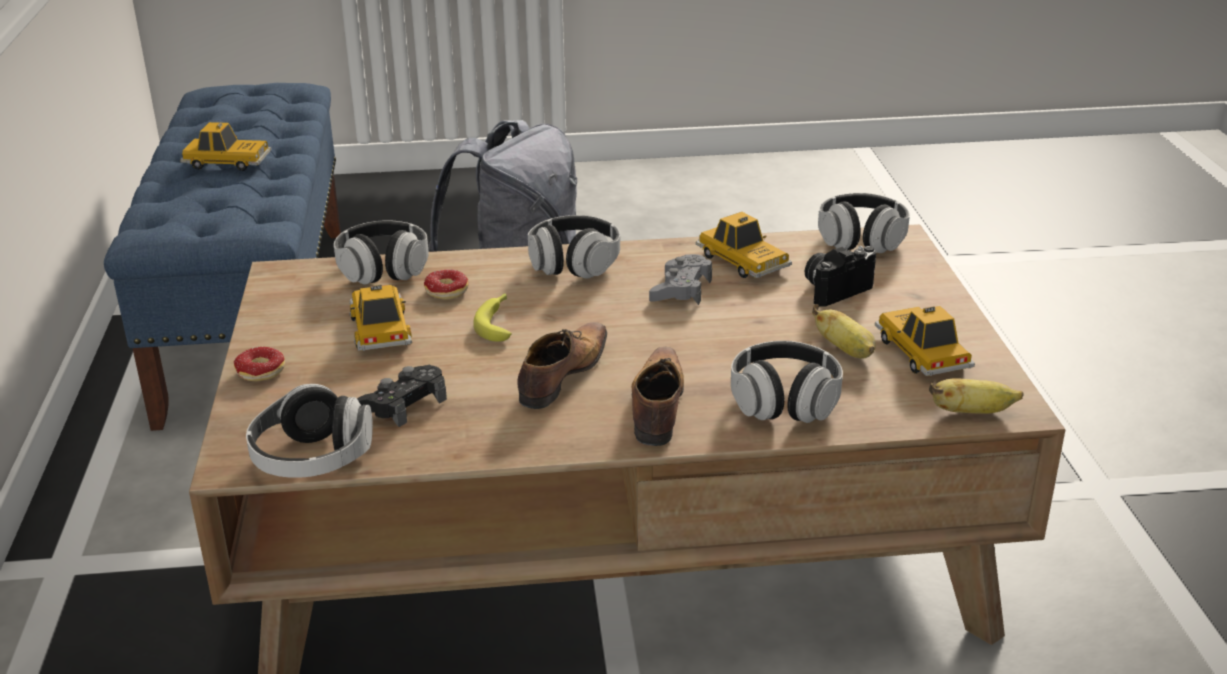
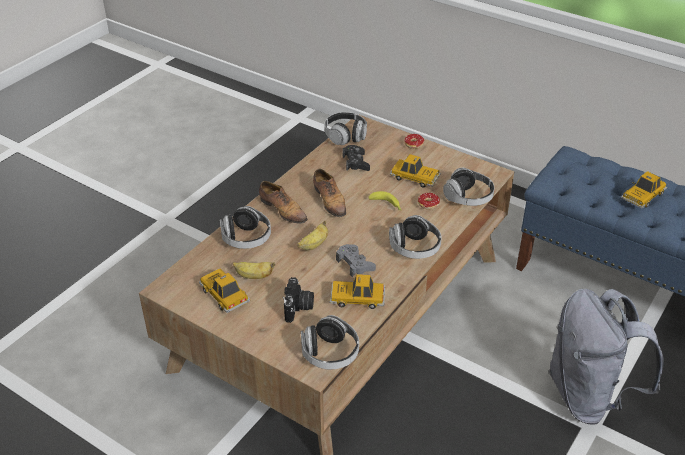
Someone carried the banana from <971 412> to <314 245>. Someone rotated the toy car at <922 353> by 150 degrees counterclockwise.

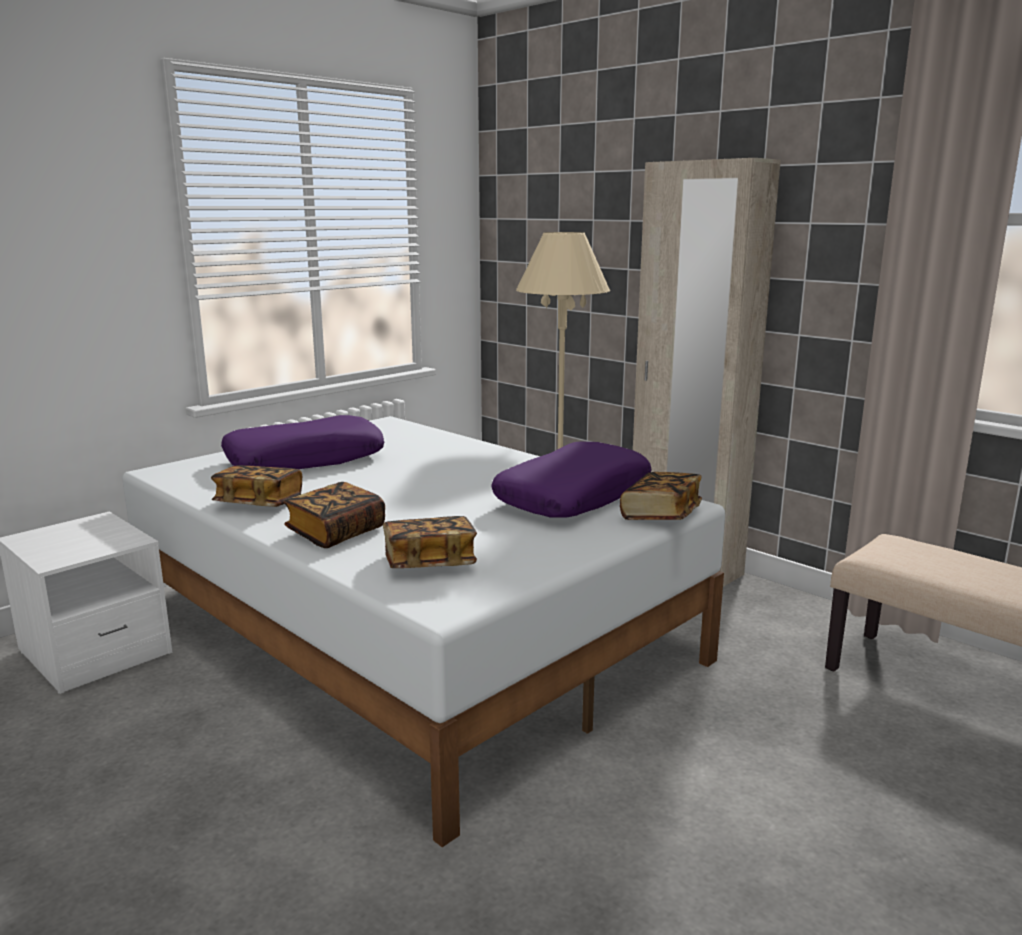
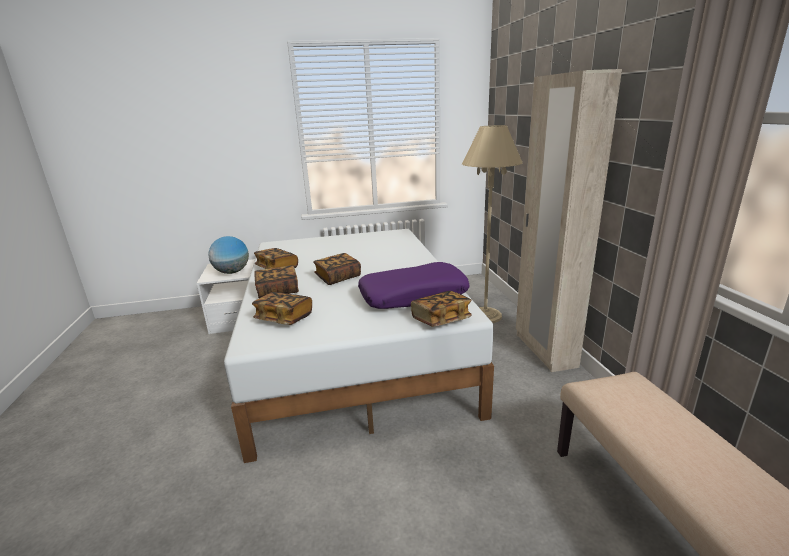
Someone took away the purple pillow at <305 459>. Someone put down the globe at <232 272>. Someone put down the book at <338 277>.

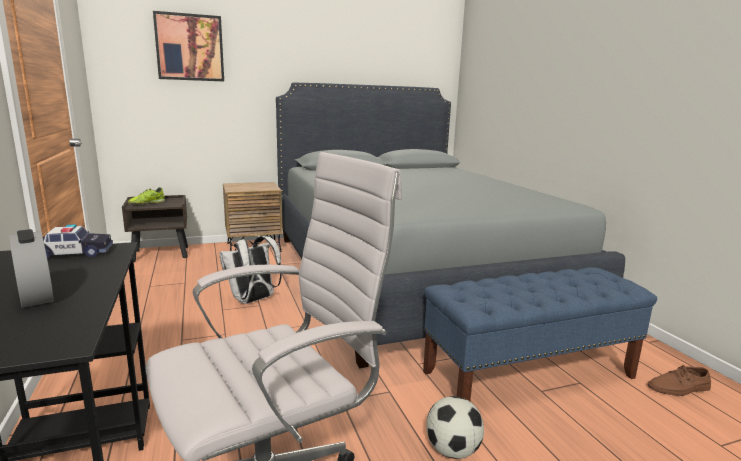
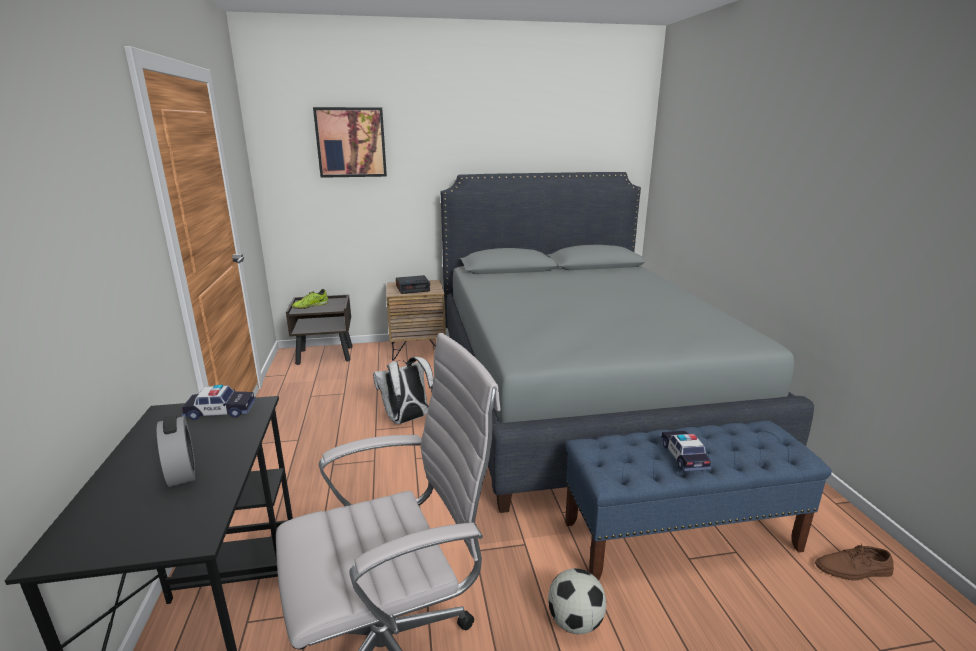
Someone put down the alarm clock at <413 288>. Someone put down the toy car at <683 456>.

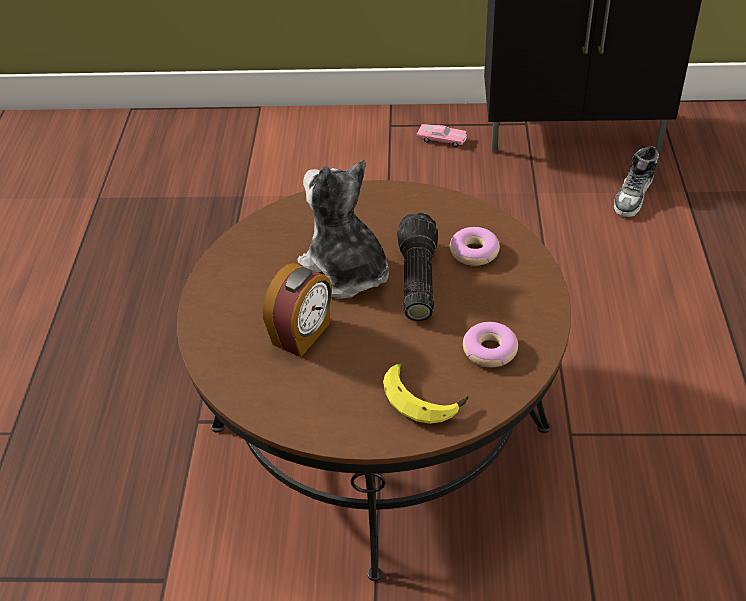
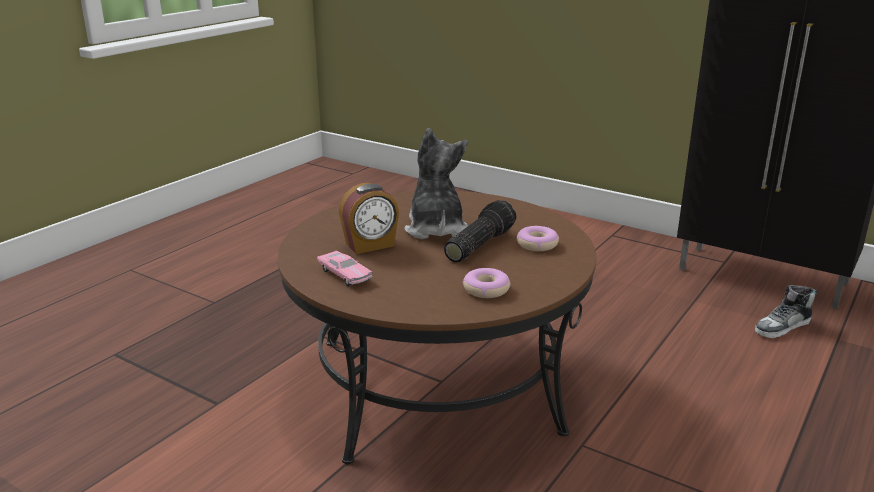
Someone took away the banana at <423 397>. Someone carried the pink toy car from <441 140> to <344 275>.

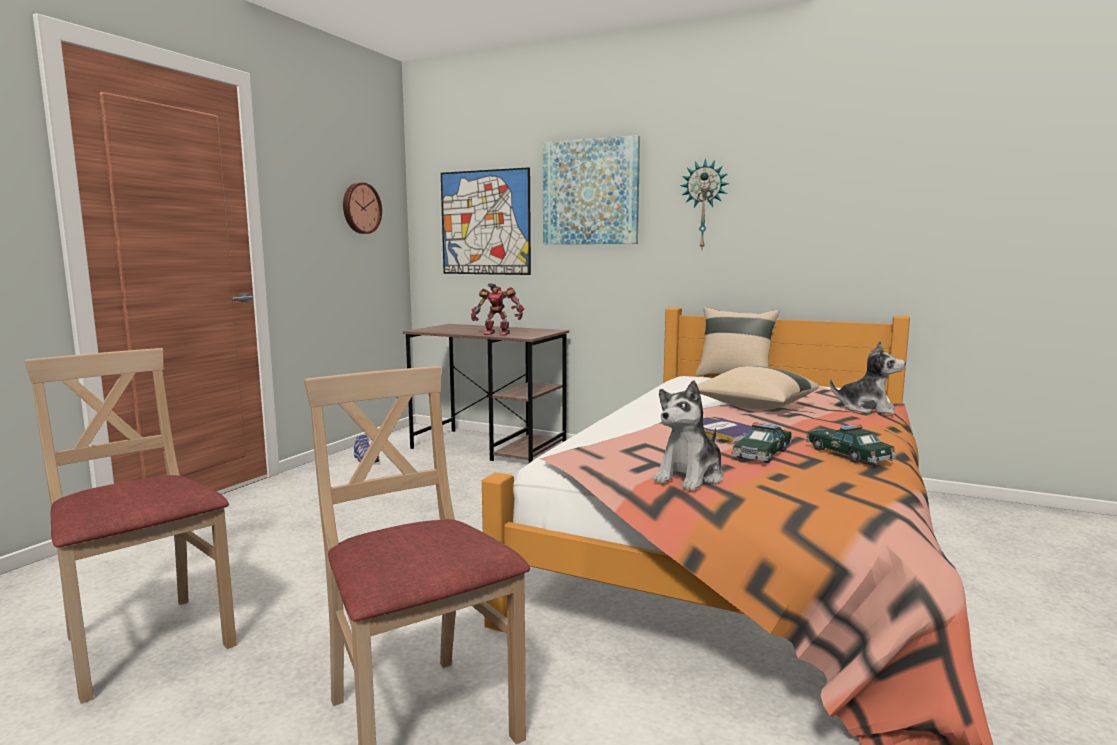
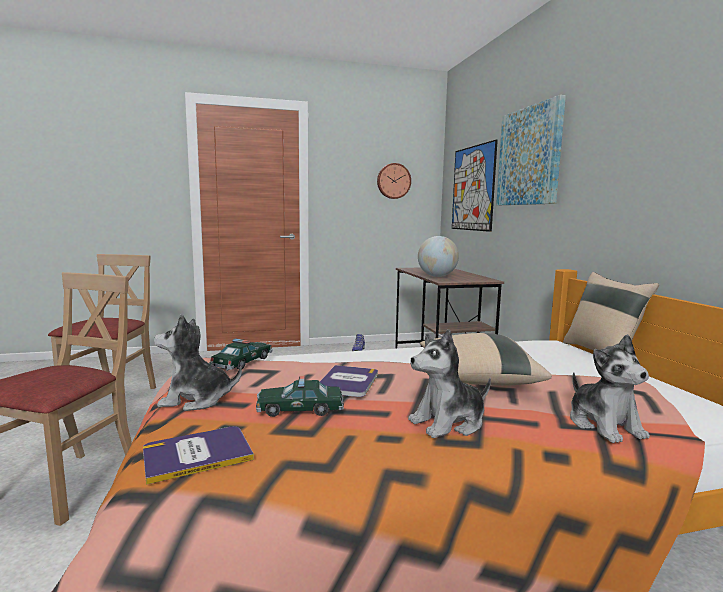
Someone took away the wall clock at <704 205>. Someone put down the book at <197 454>. Someone put down the plush toy at <449 423>. Someone carried the toy car from <848 455> to <242 362>. Someone swapped the toy robot at <497 333> for the globe at <437 276>.

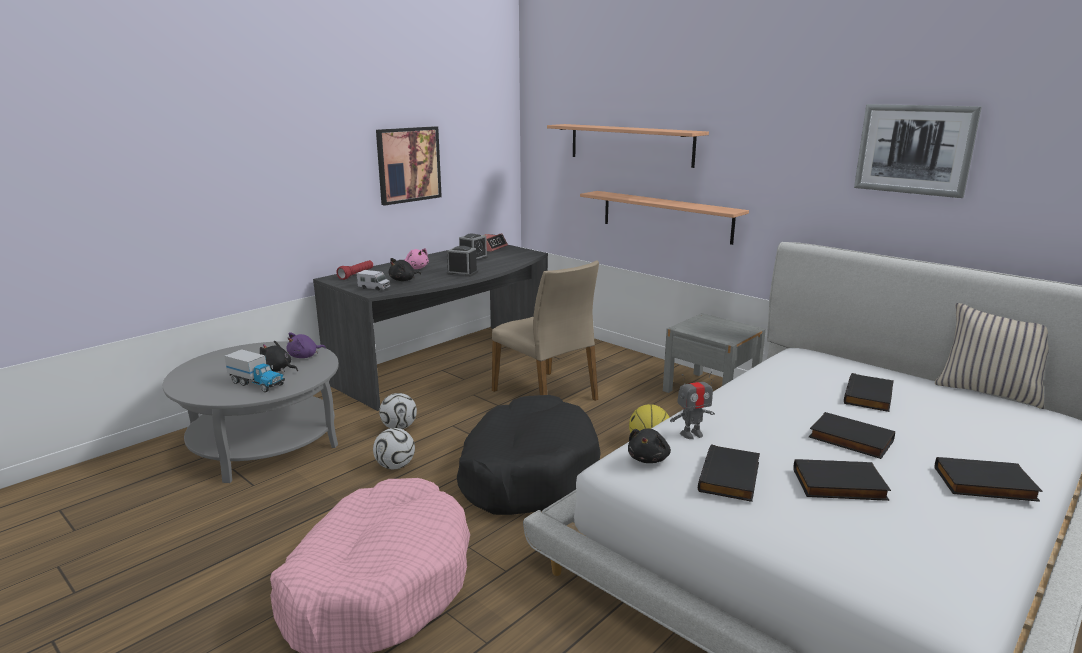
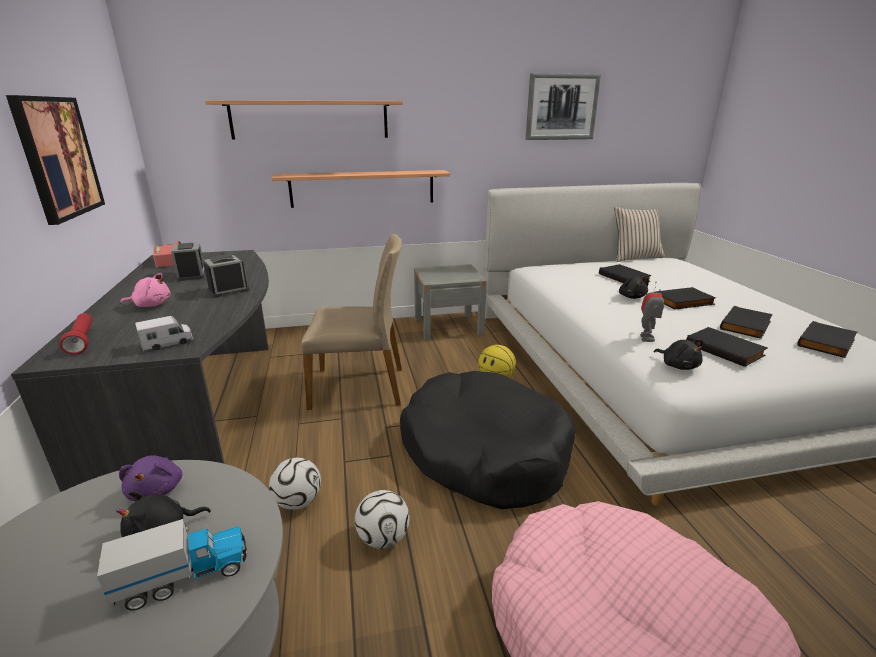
Someone carried the black plush toy from <404 280> to <631 297>. Someone carried the black book from <984 485> to <827 343>.

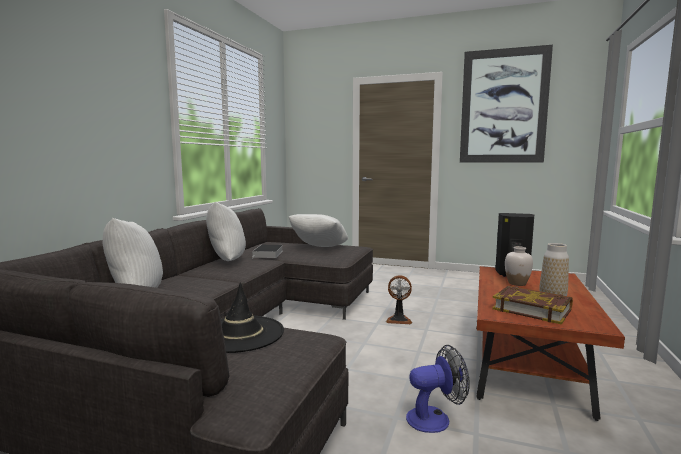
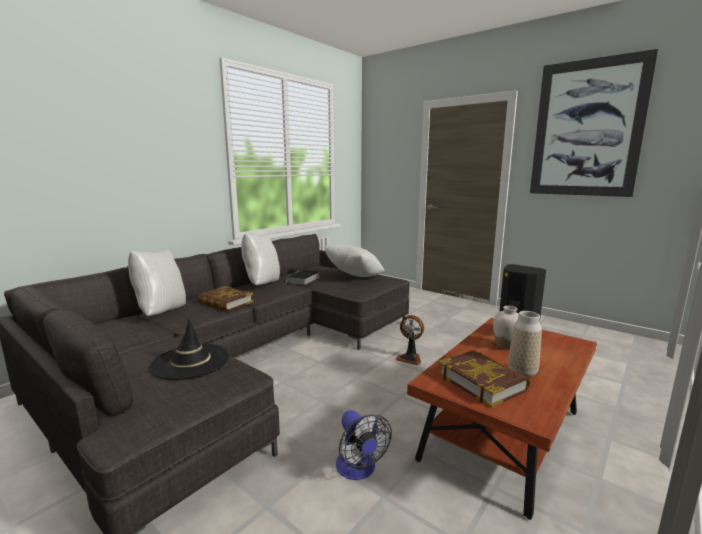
Someone put down the book at <225 302>. Someone rotated the fan at <435 418> by 60 degrees clockwise.

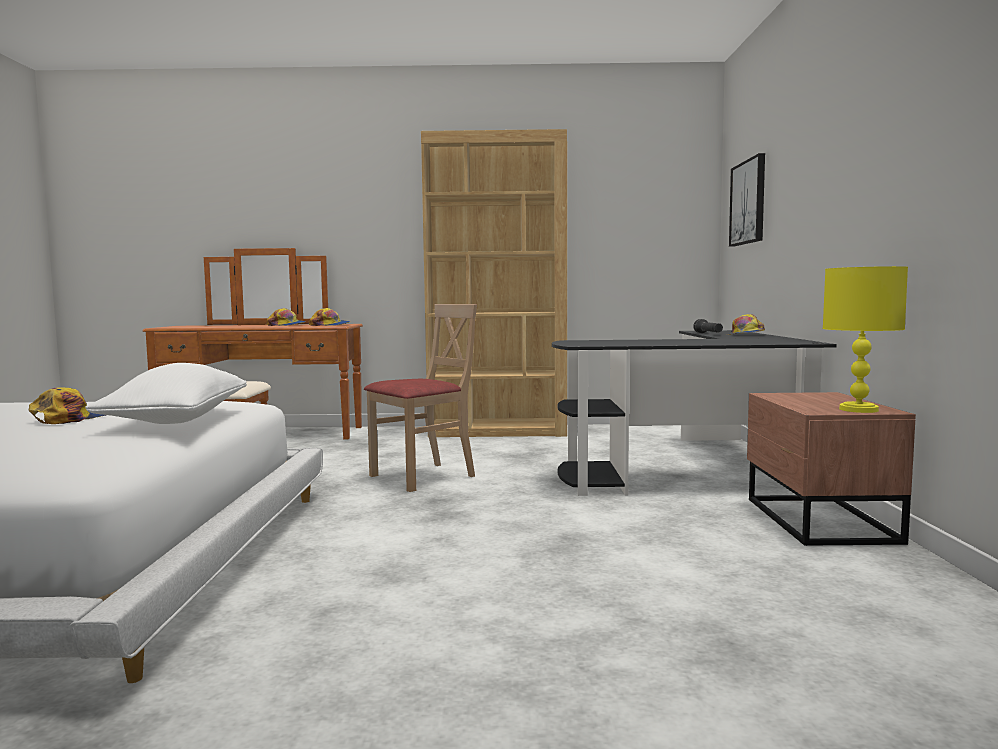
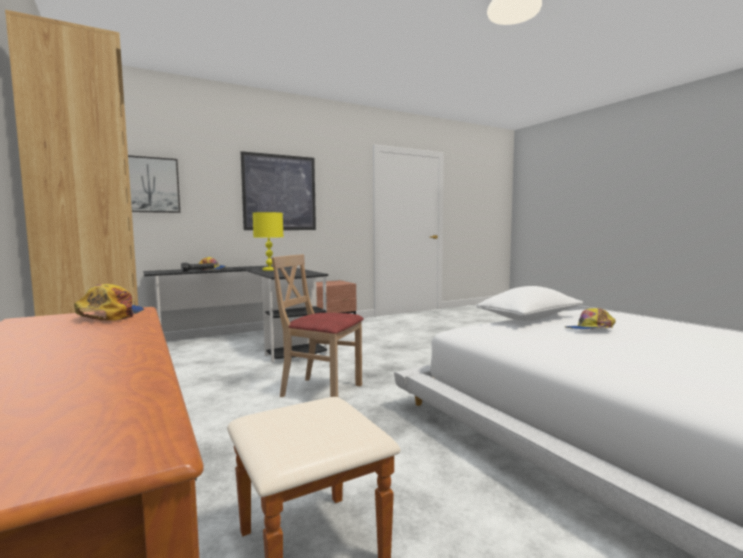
Someone took away the cap at <286 325>. Someone put up the picture at <279 192>. Someone carried the yellow table lamp from <858 409> to <269 269>.

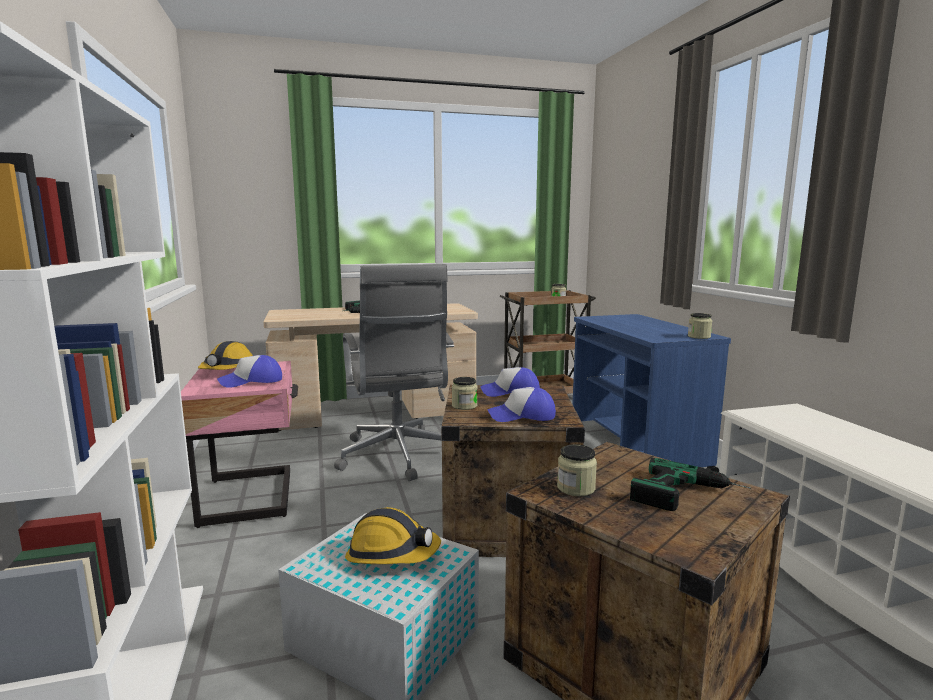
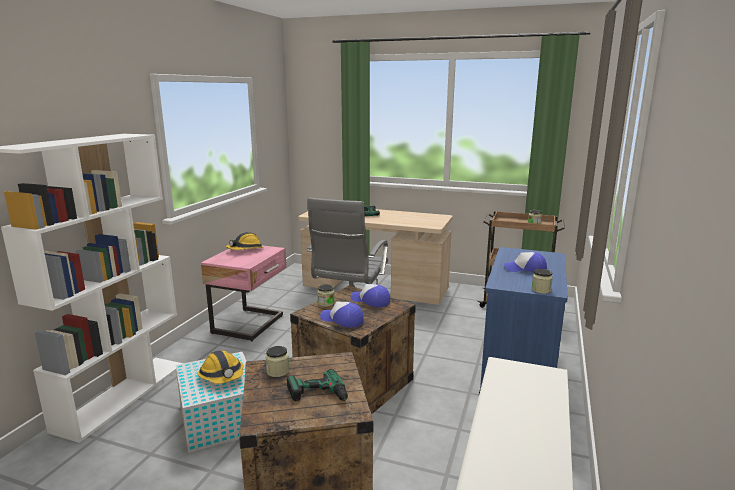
Someone carried the cap from <252 381> to <525 269>.

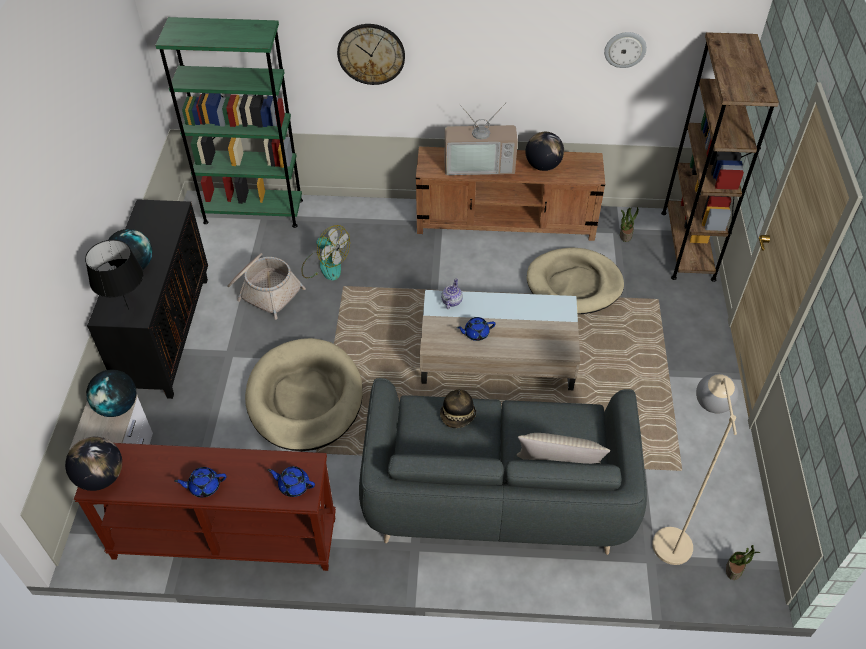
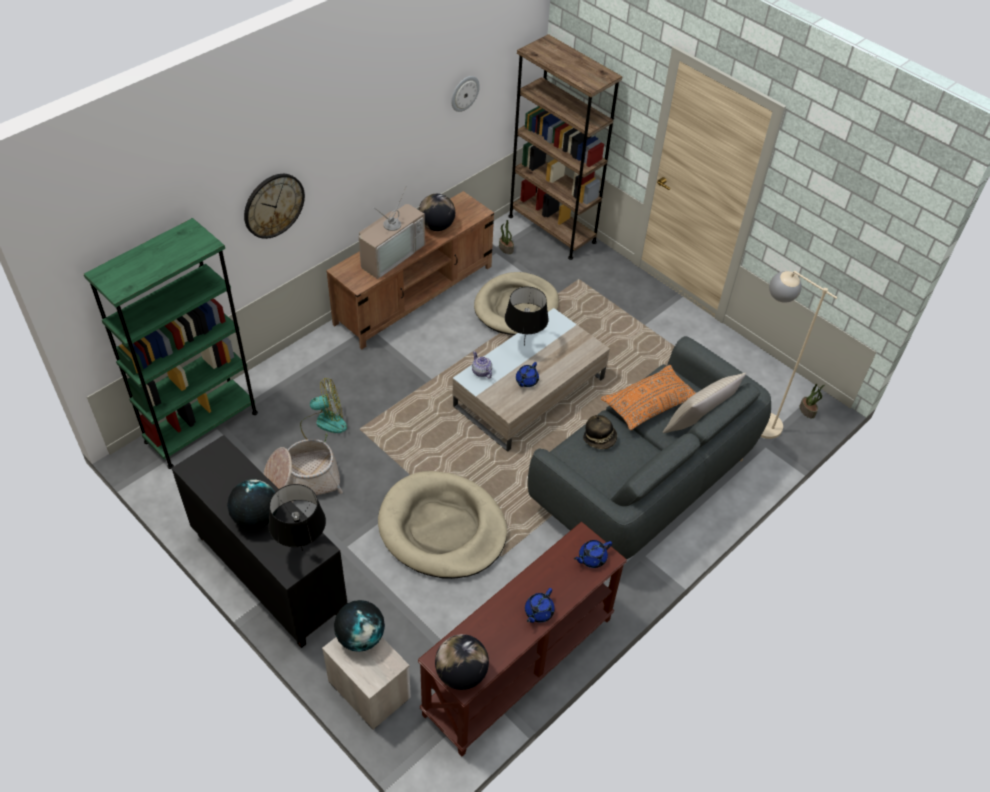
Someone put down the black table lamp at <524 345>. Someone put down the orange pillow at <648 404>.

